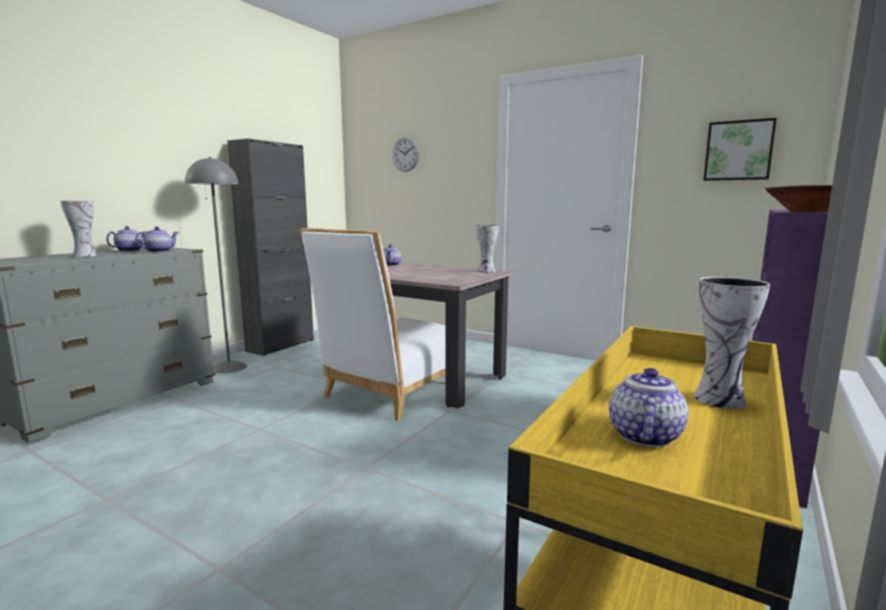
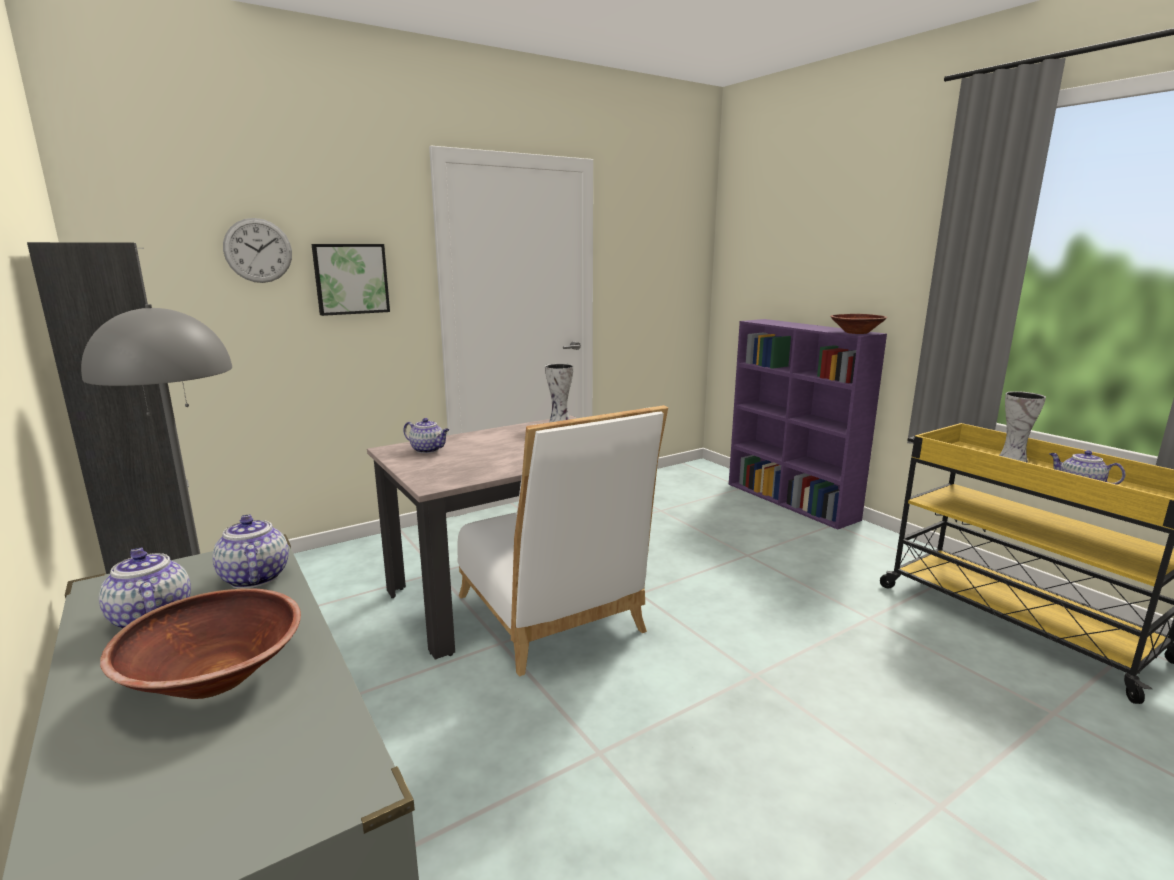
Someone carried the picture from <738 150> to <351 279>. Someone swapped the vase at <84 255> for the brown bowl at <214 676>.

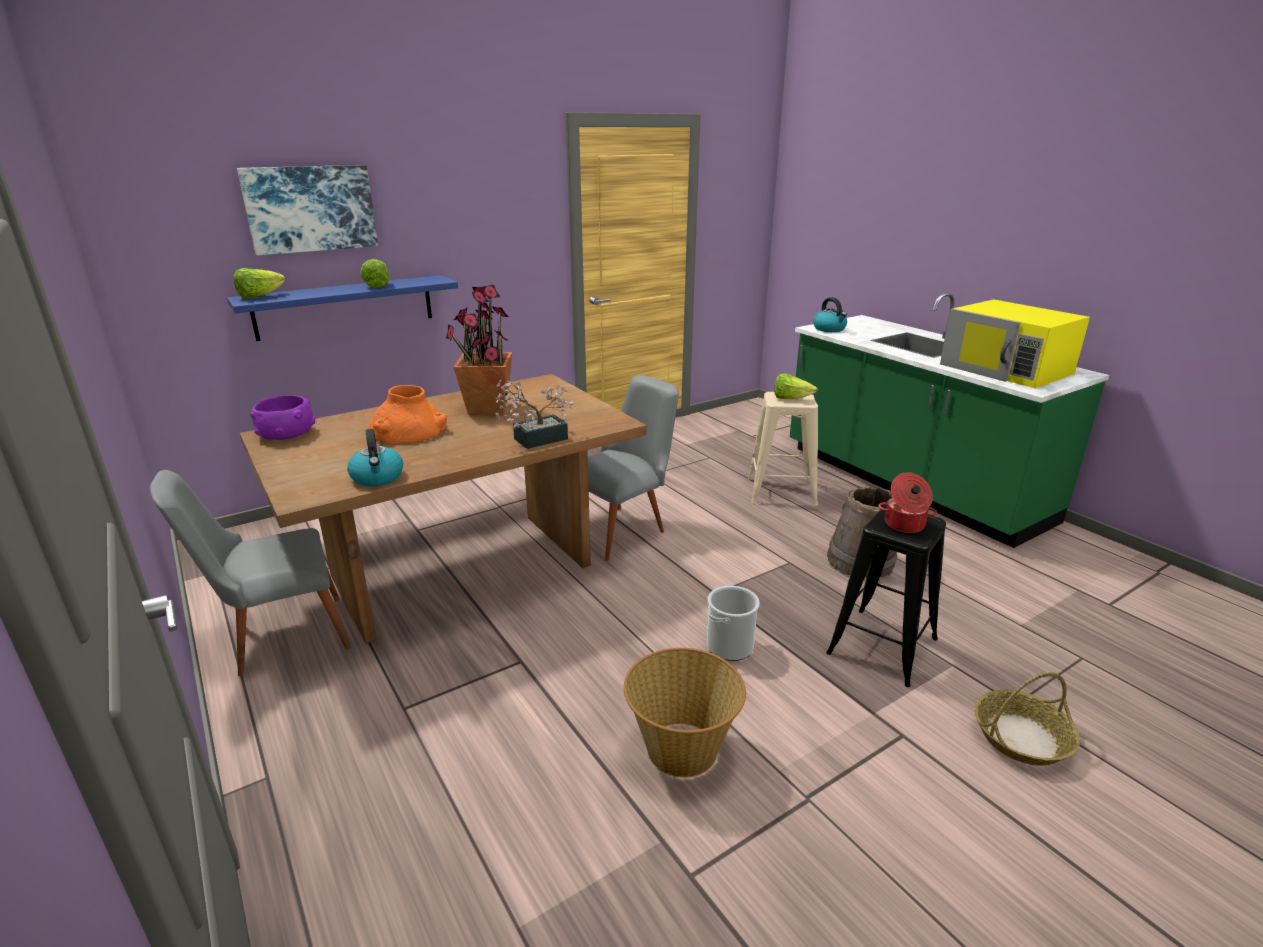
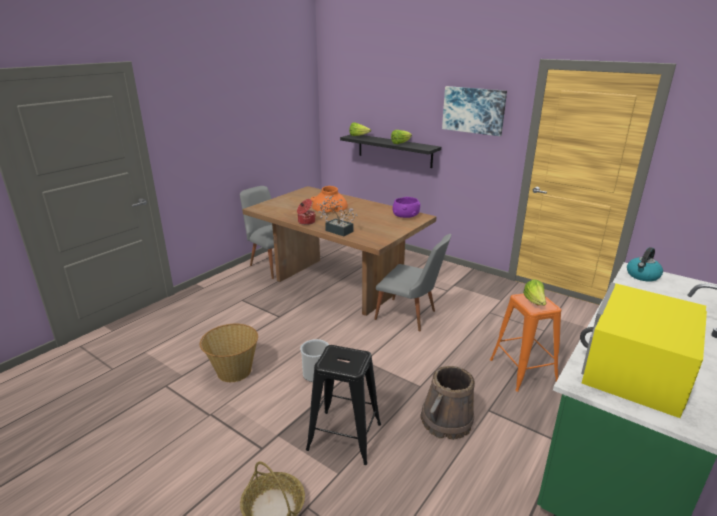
Someone took away the kettle at <377 478>. Someone took away the potted plant at <487 408>. Someone carried the picture from <310 208> to <473 110>. Someone carried the purple bowl from <287 433> to <406 215>. Someone carried the cooking pot from <904 525> to <306 222>. Someone repainted the blue shelf at <345 307>, which became the black shelf at <394 150>. Someone repainted the beige stool at <780 491>, which became the orange stool at <522 370>.

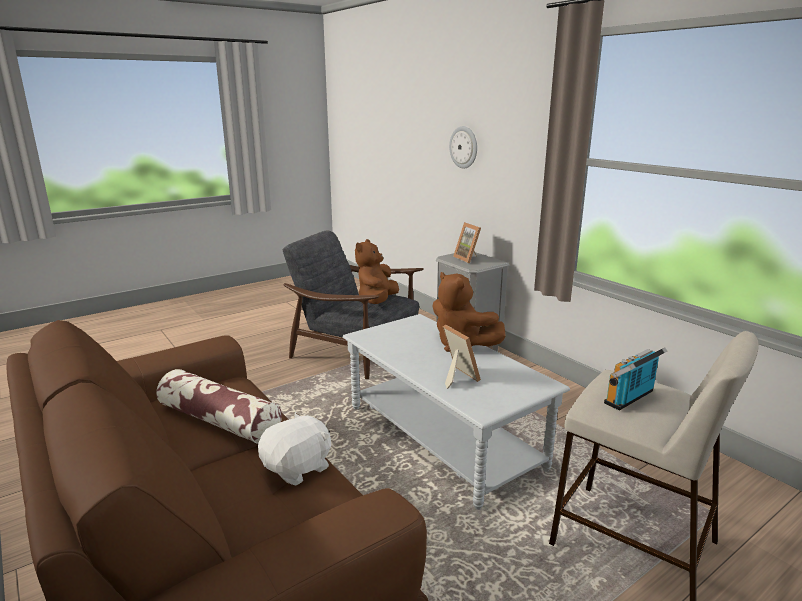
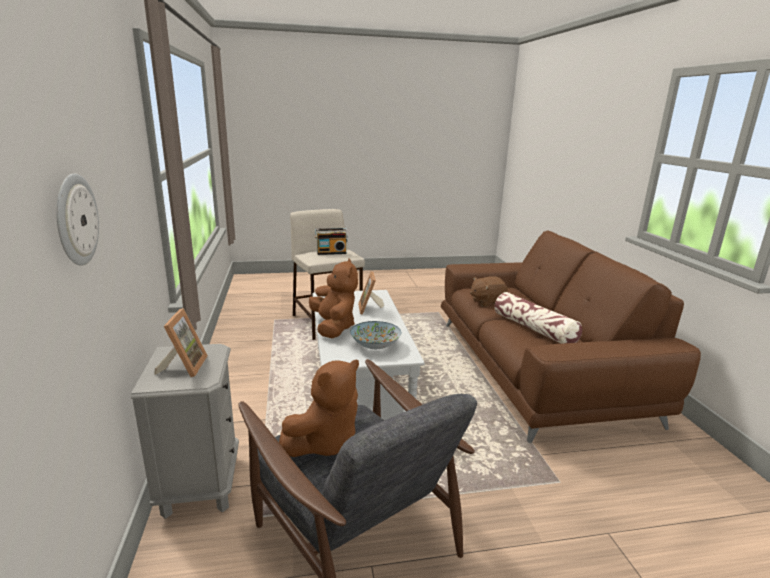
Someone put down the bowl at <375 345>. Someone repainted the white plush toy at <298 468>, which became the brown plush toy at <487 302>.

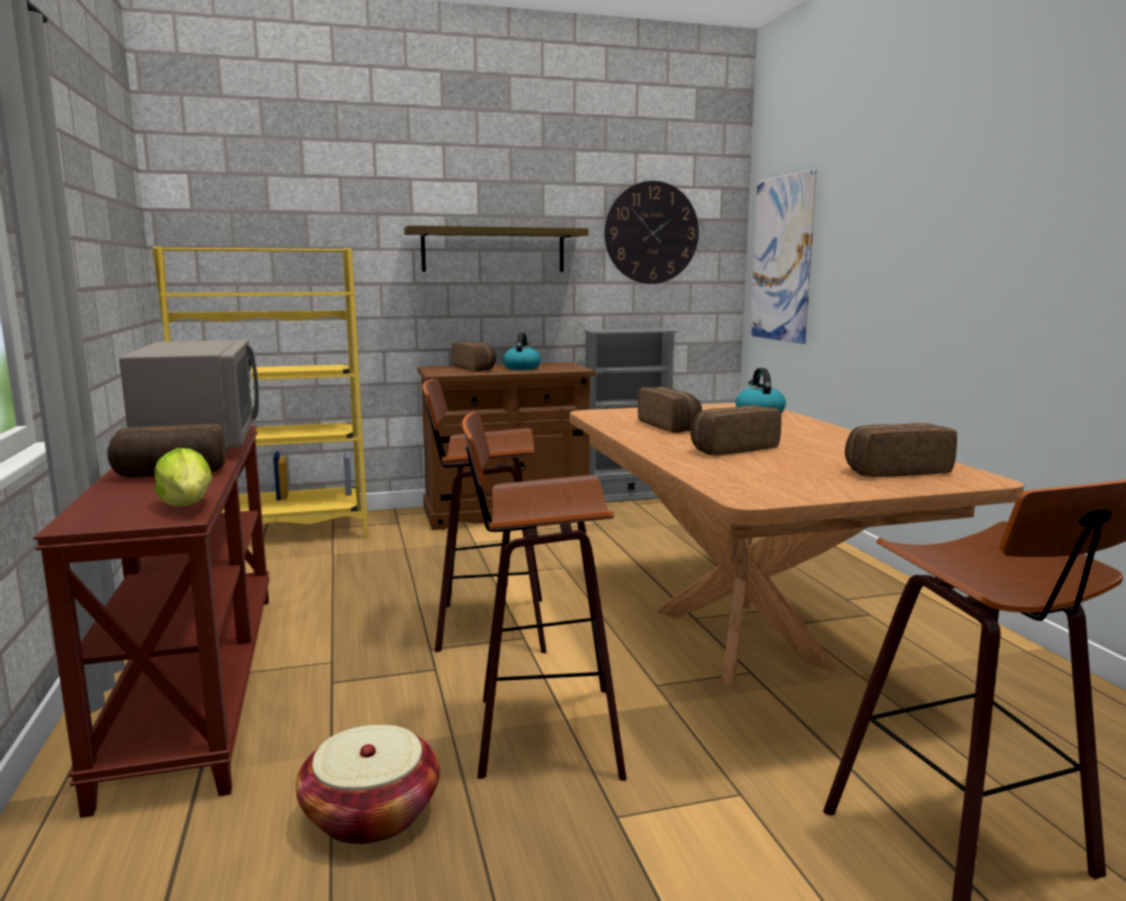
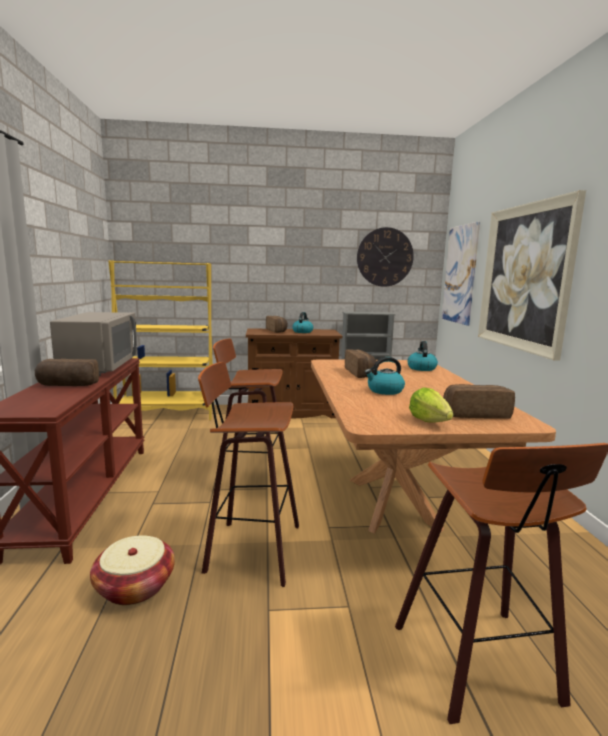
Someone took away the shelf at <493 250>. Someone put up the picture at <524 277>. Someone carried the lettuce from <187 506> to <429 421>. Someone swapped the bread at <732 449> for the kettle at <384 391>.

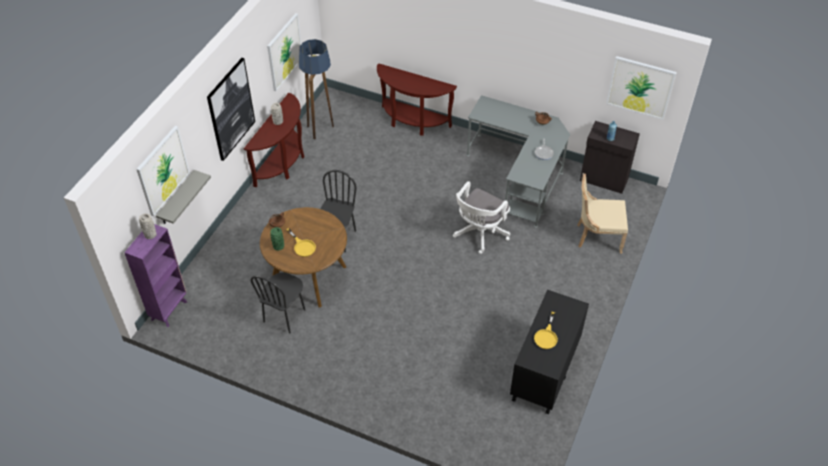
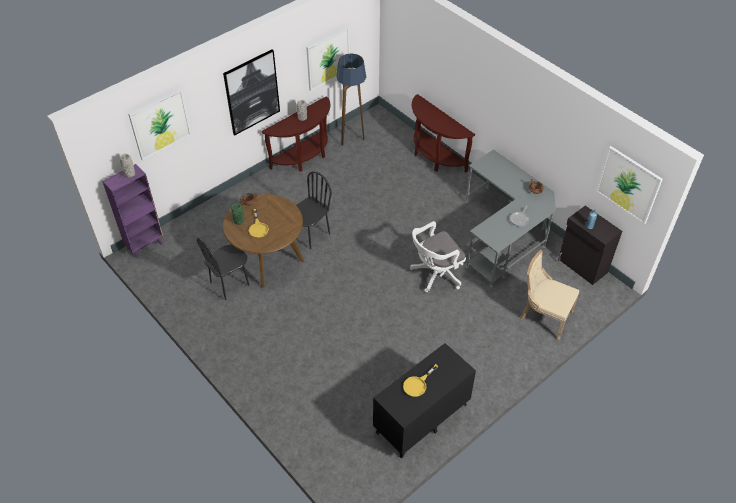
Someone took away the grey shelf at <177 198>.

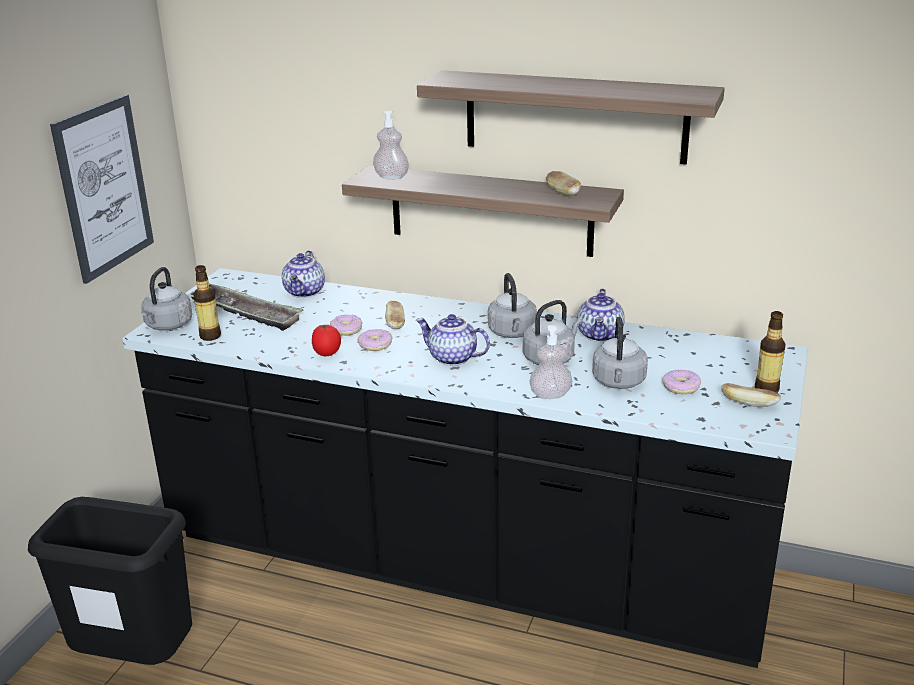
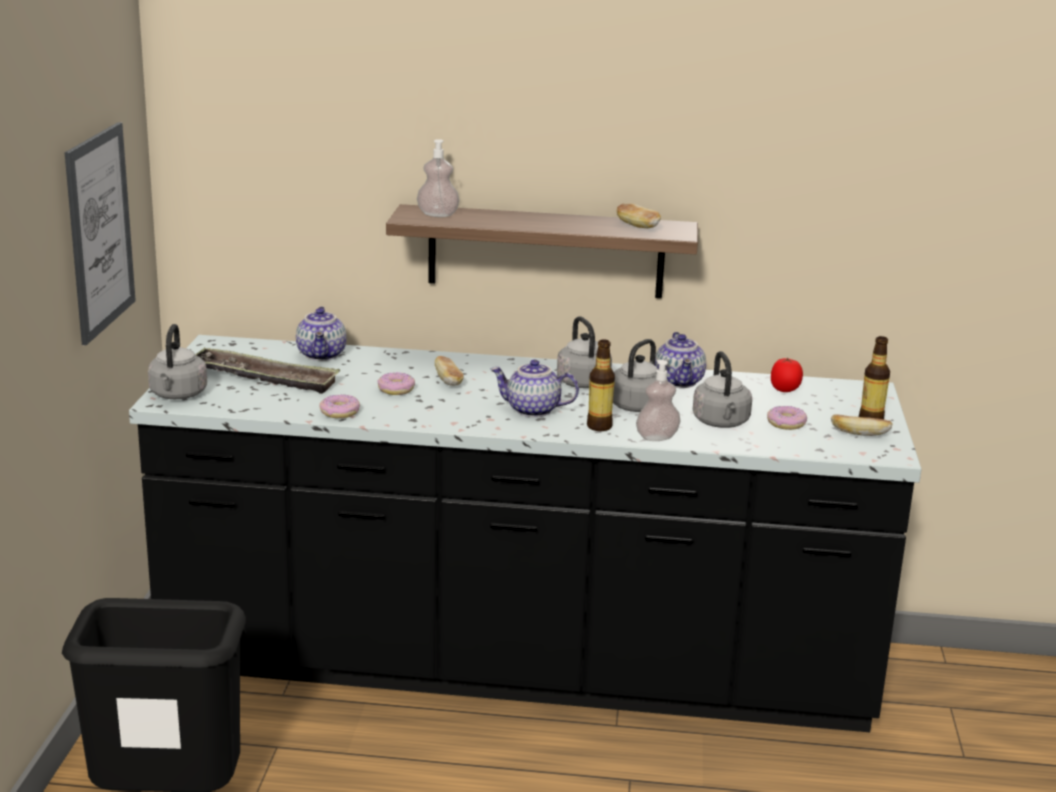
Someone took away the shelf at <575 116>. Someone carried the bottle from <210 336> to <599 426>. Someone carried the tomato from <327 354> to <785 390>. Someone carried the donut from <375 345> to <340 412>.

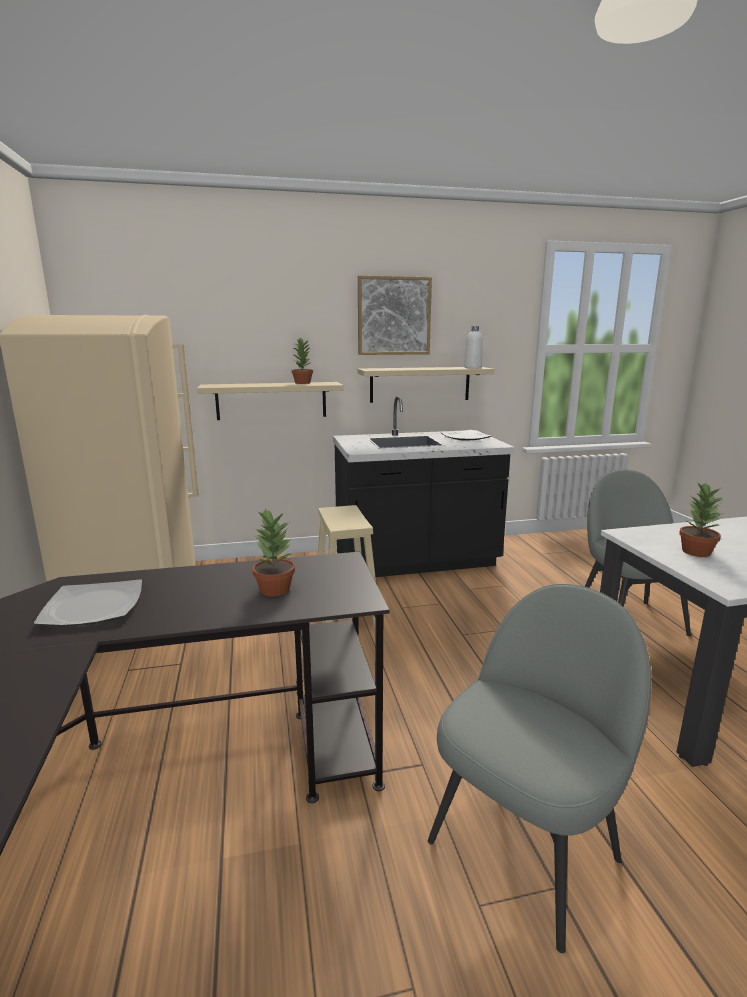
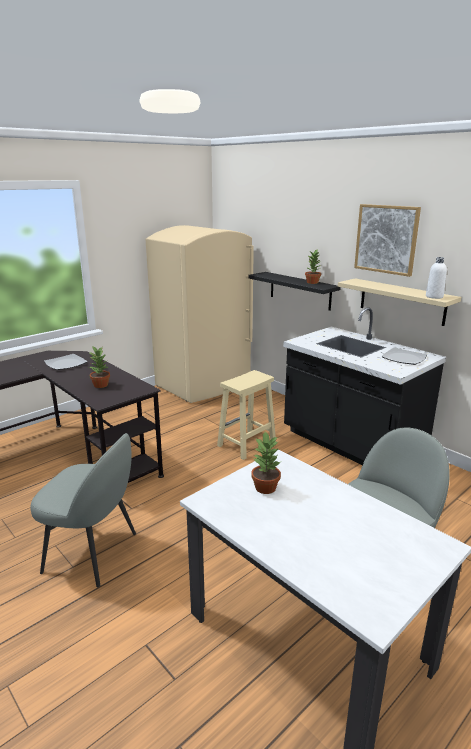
Someone repainted the beige shelf at <271 400>, which became the black shelf at <300 290>.

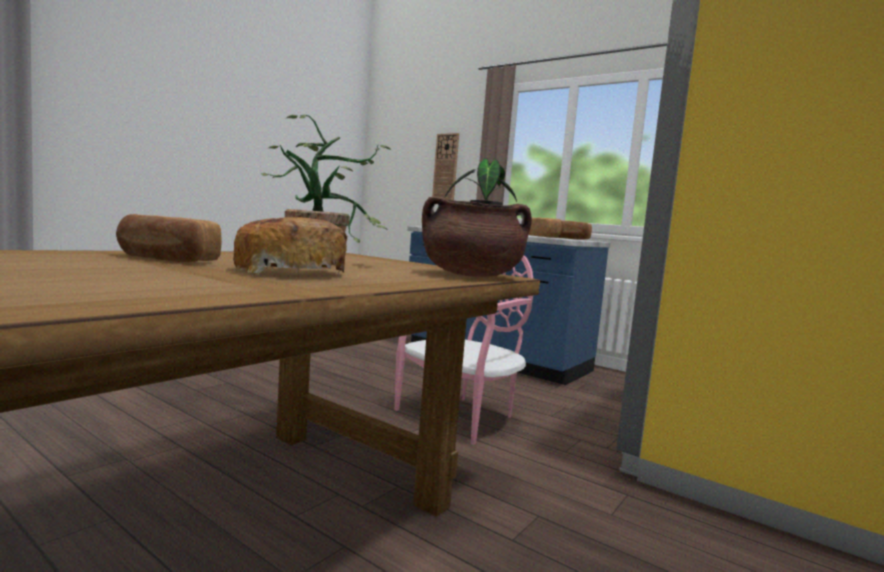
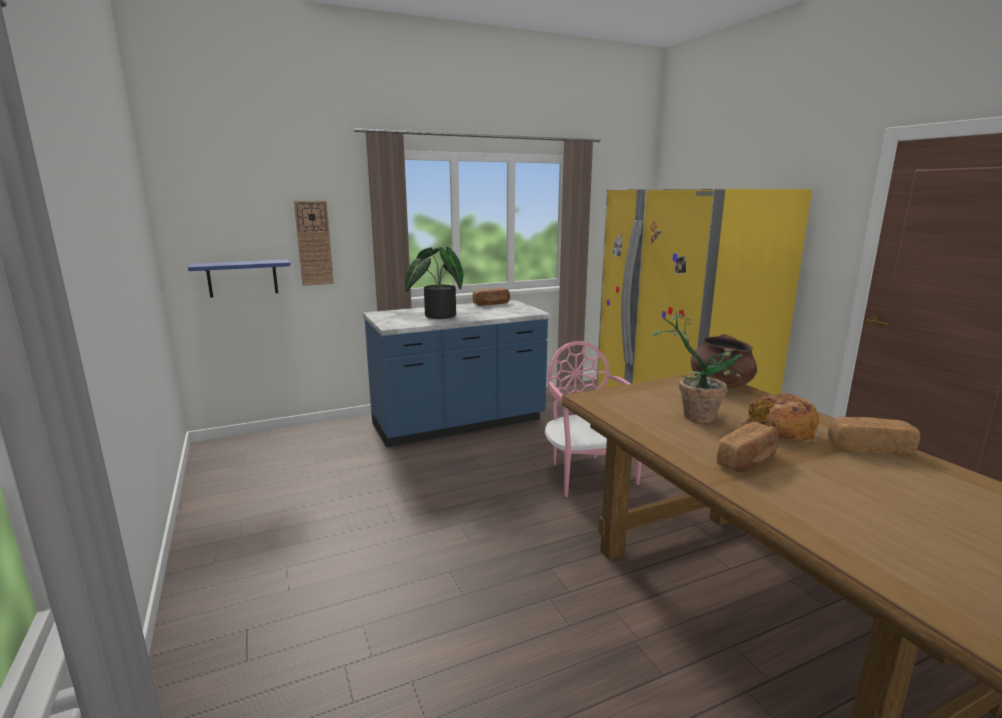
Someone put up the blue shelf at <242 278>. Someone carried the bread from <544 237> to <869 448>.

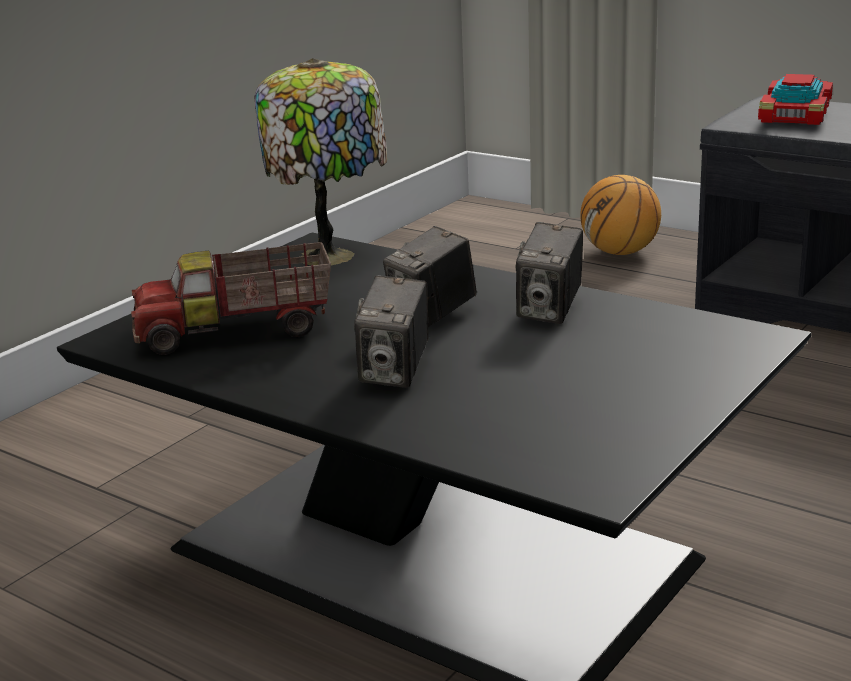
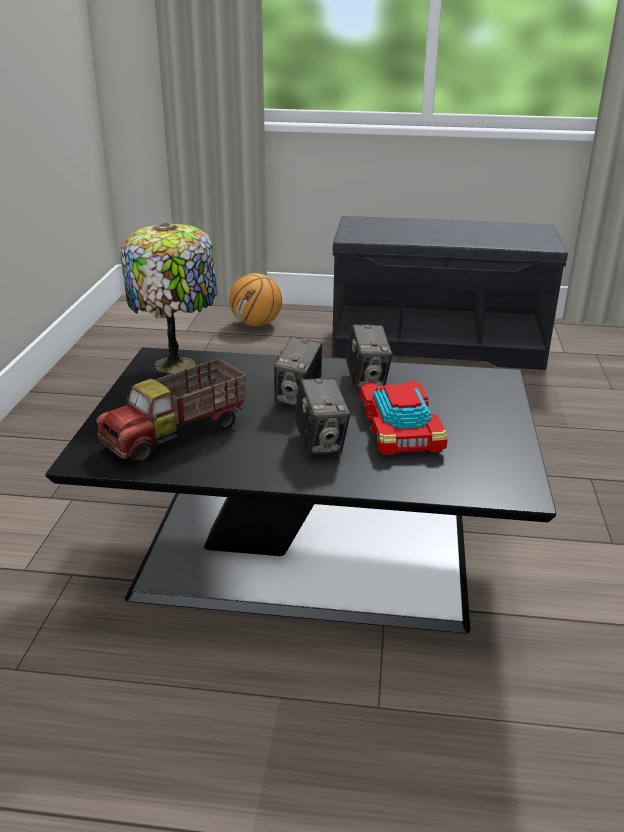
Someone carried the toy car from <796 113> to <401 427>.

